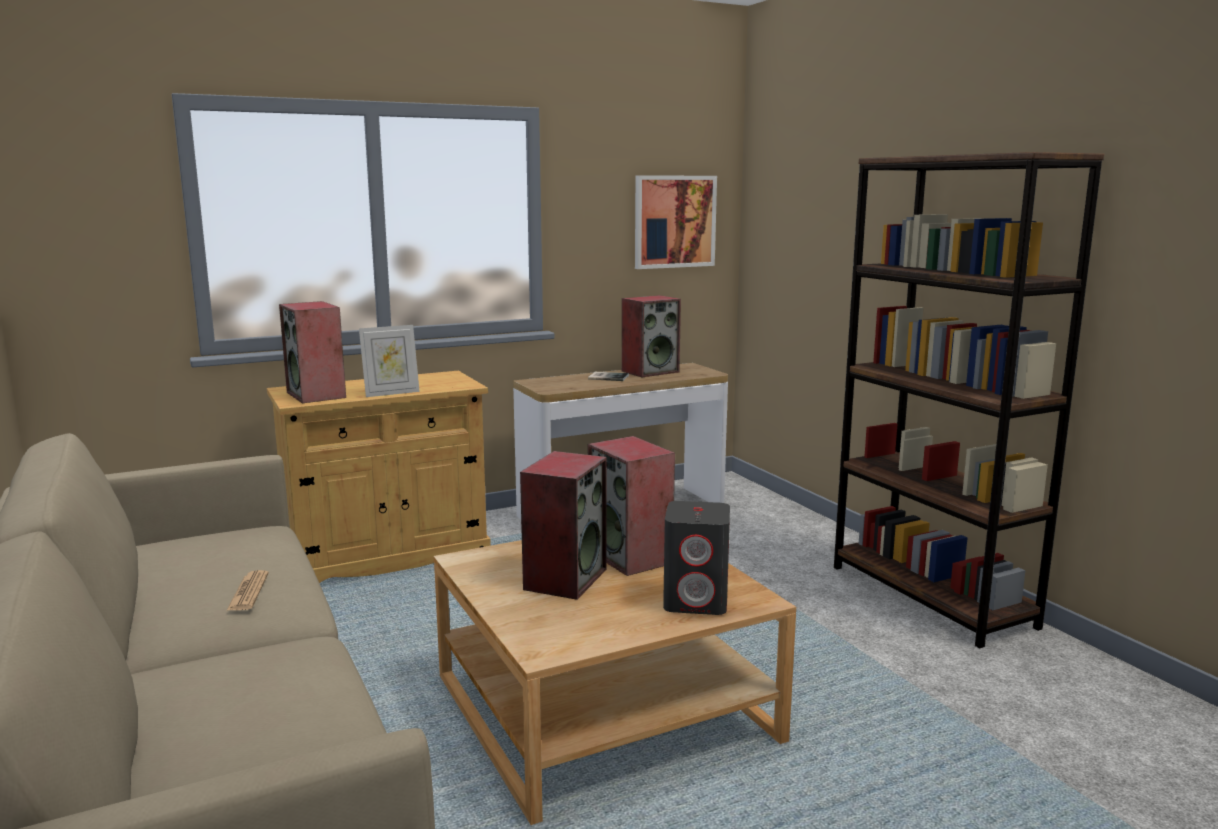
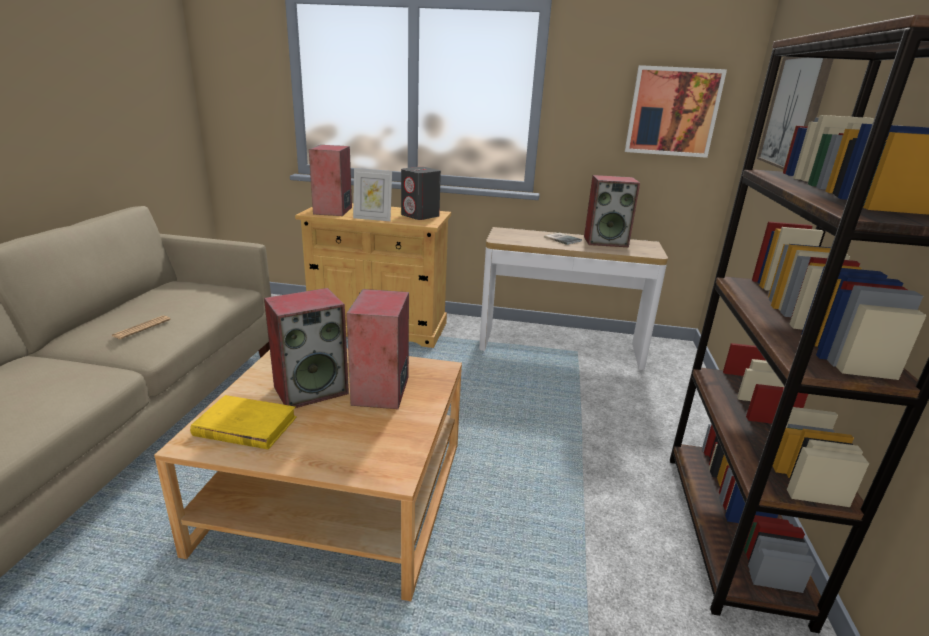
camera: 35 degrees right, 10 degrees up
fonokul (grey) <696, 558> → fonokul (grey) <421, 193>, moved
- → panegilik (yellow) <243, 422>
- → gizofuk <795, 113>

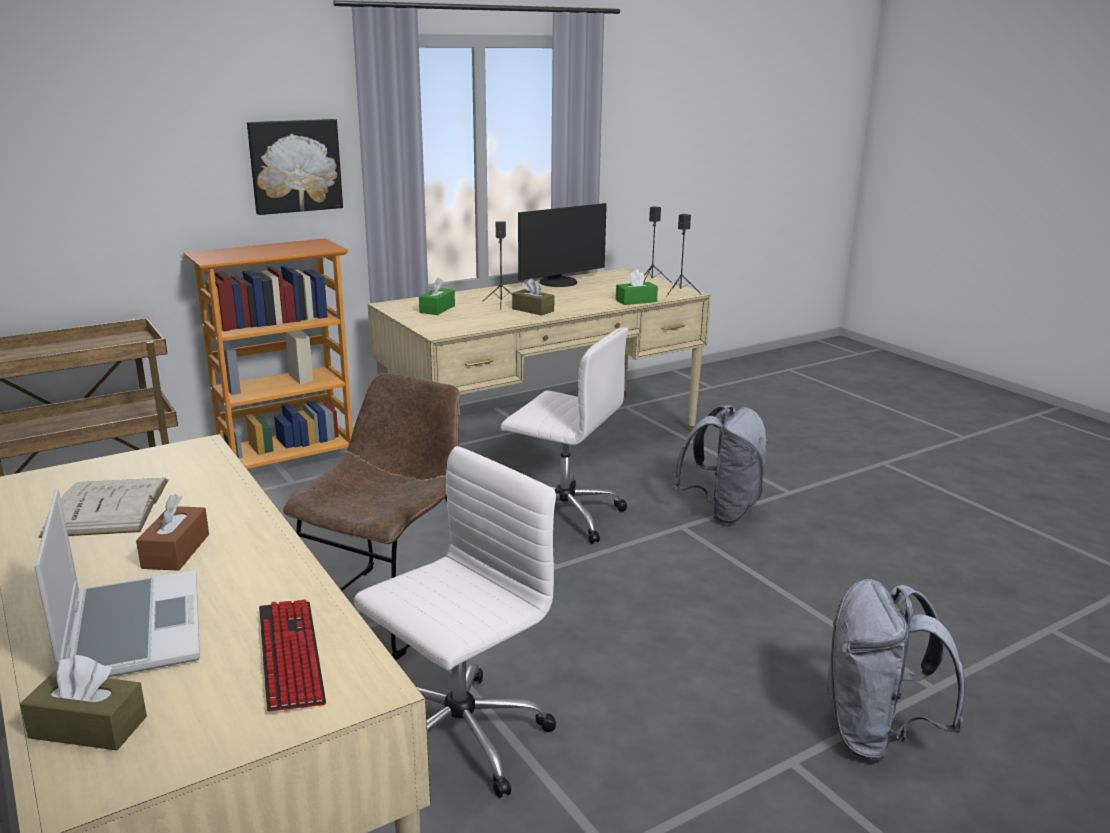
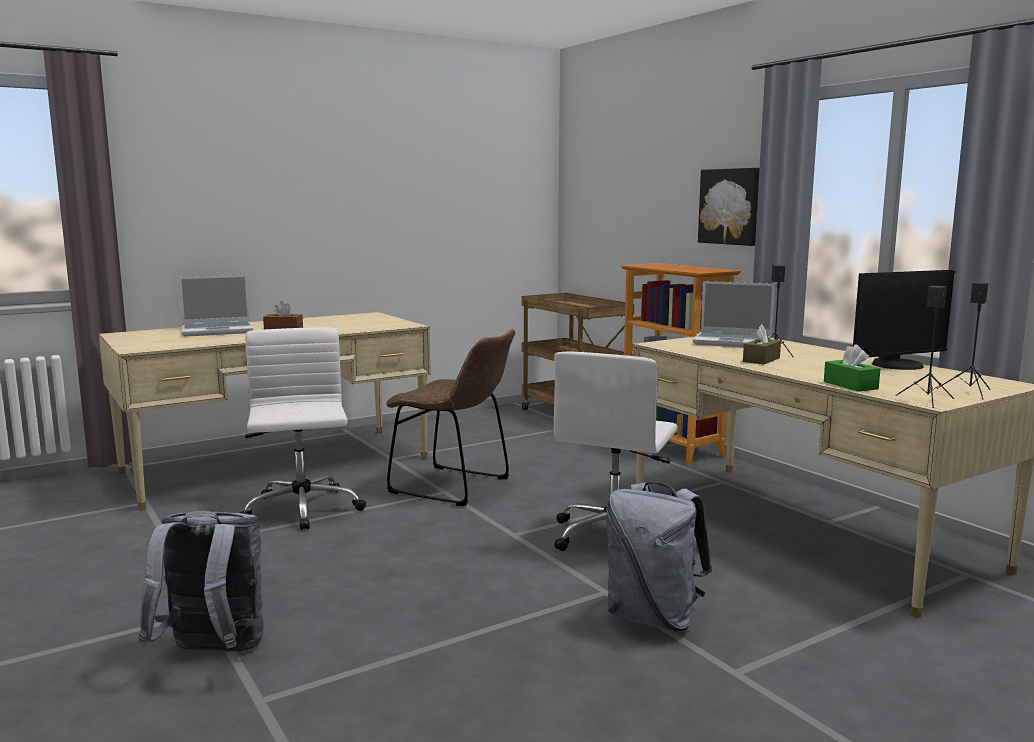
camera: 90 degrees right, 10 degrees down
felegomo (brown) <83, 702> → -
panegilik (white) <103, 508> → -
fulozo <292, 655> → -
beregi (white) <455, 622> → beregi (white) <302, 428>, 150 degrees counterclockwise
felegomo (green) <437, 296> → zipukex <734, 314>
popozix <562, 245> → popozix <904, 320>, 75 degrees counterclockwise

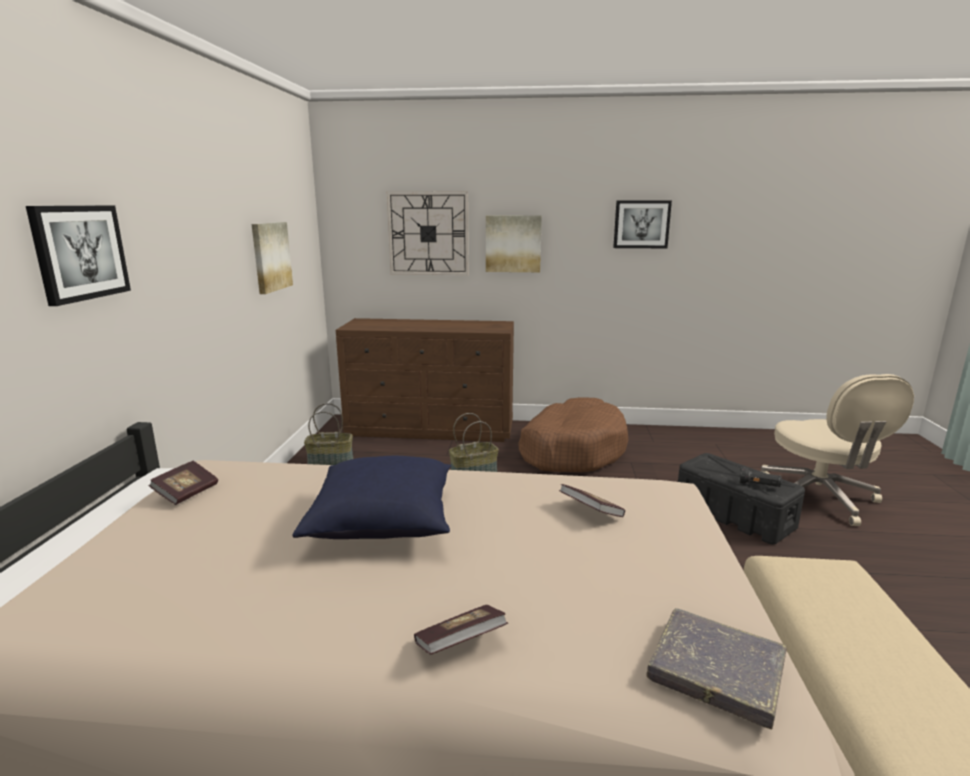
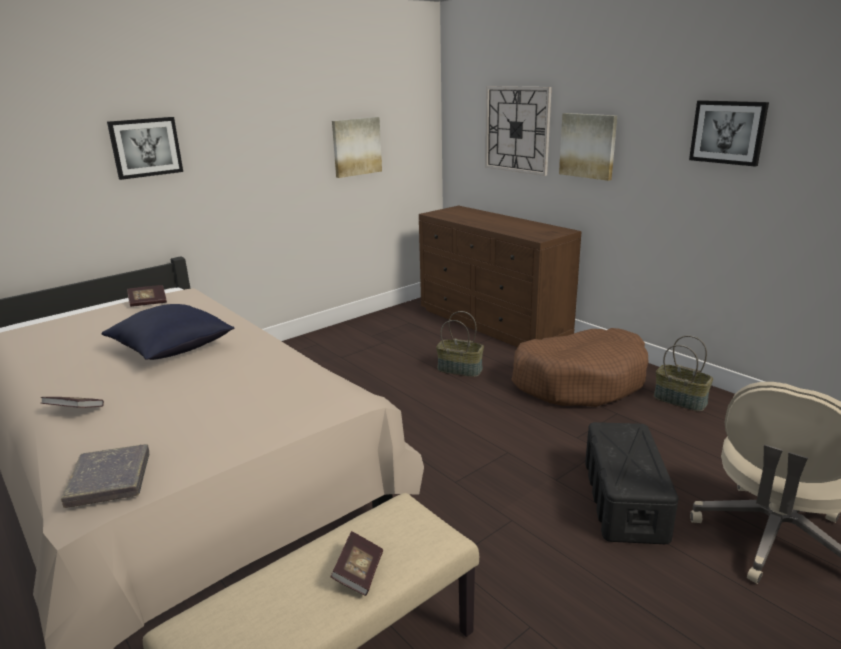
camera: 45 degrees right, 5 degrees up
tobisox <328, 434> → tobisox <683, 373>, moved
panegilik <592, 500> → panegilik <357, 563>, moved
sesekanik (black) <760, 477> → -

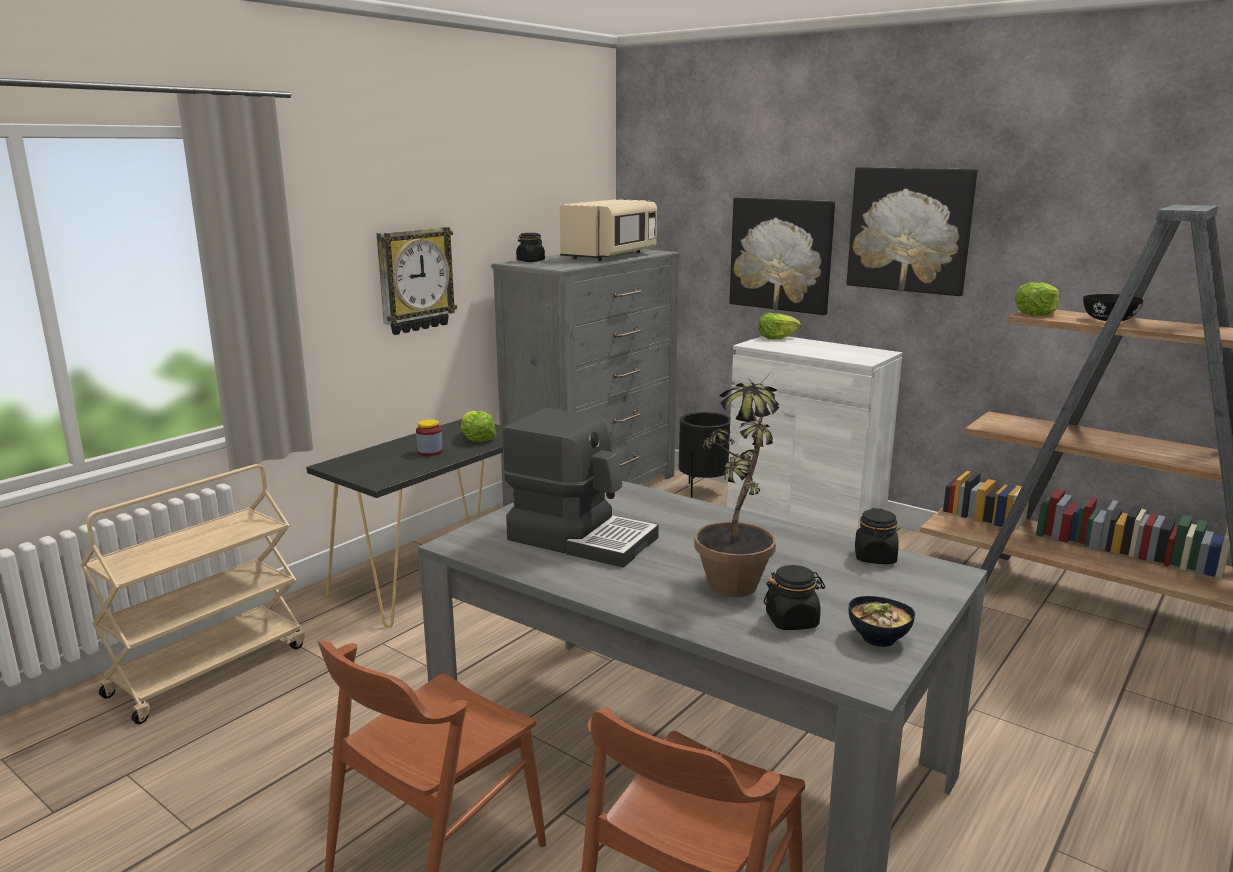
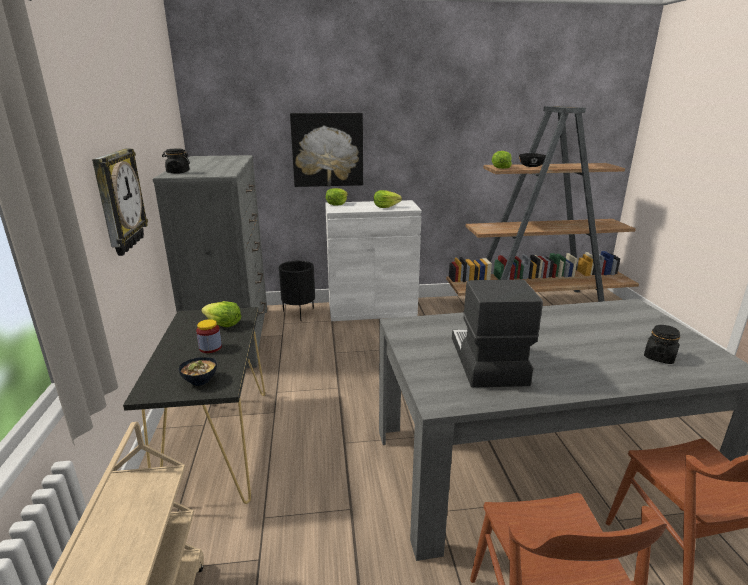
camera: 45 degrees left, 5 degrees up
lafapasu <580, 488> → lafapasu <497, 334>, 75 degrees counterclockwise
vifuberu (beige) <608, 230> → -
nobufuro <736, 487> → -
gizofuk <911, 231> → -
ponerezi <881, 621> → ponerezi <198, 371>, moved
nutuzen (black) <877, 536> → -
- → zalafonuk <388, 199>

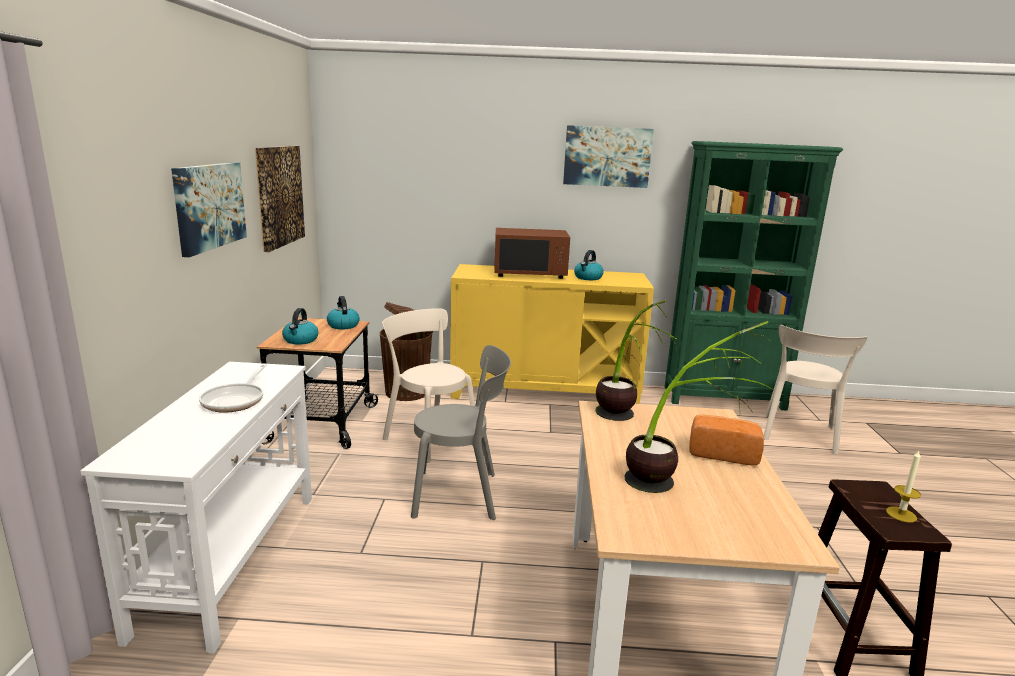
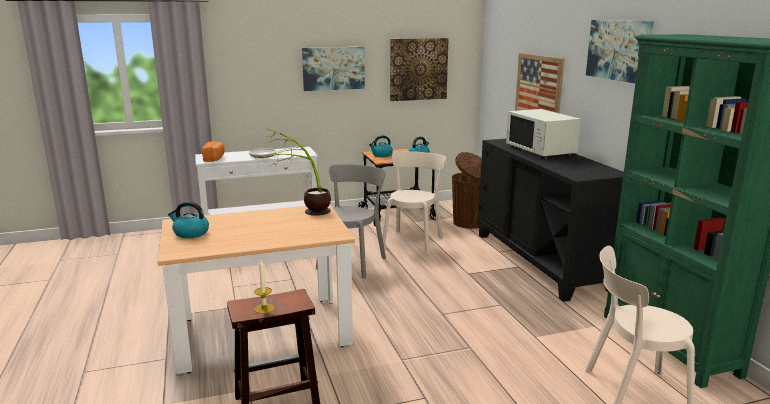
camera: 70 degrees right, 0 degrees up
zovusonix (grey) <461, 432> → zovusonix (grey) <351, 221>, 135 degrees counterclockwise
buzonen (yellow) <552, 334> → buzonen (black) <551, 220>
vifuberu (brown) <532, 253> → vifuberu (white) <543, 134>
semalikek <589, 265> → semalikek <188, 220>, moved
nobufuro <698, 407> → -
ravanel <726, 440> → ravanel <213, 151>, moved
- → gizofuk <539, 83>

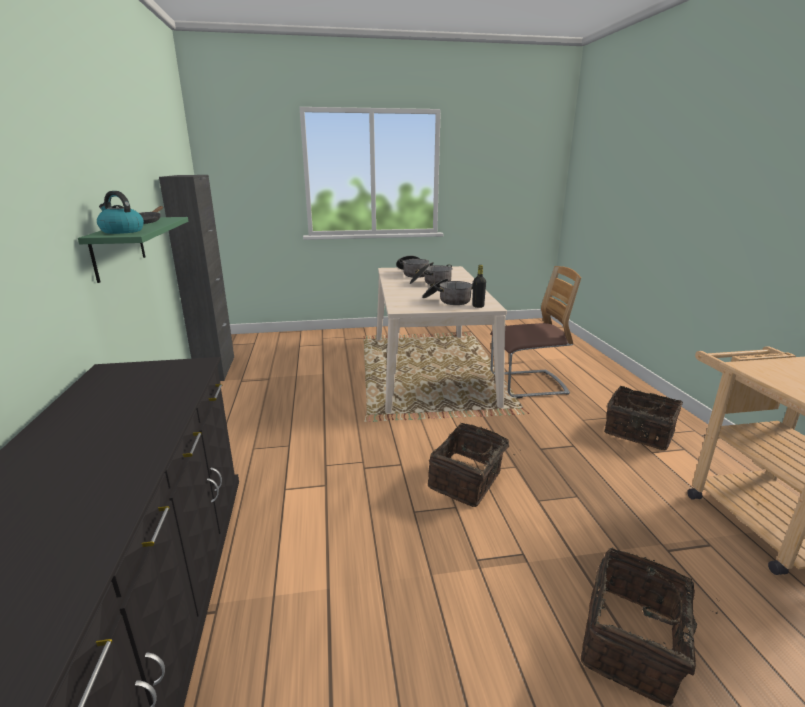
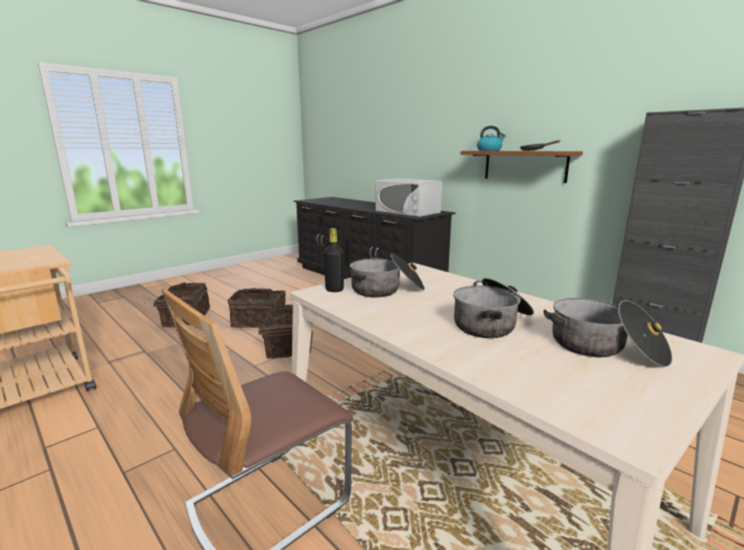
camera: 145 degrees right, 5 degrees down
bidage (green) <133, 250> → bidage (brown) <522, 167>
tobisox <643, 418> → tobisox <257, 308>, moved
- → vifuberu (white) <409, 197>

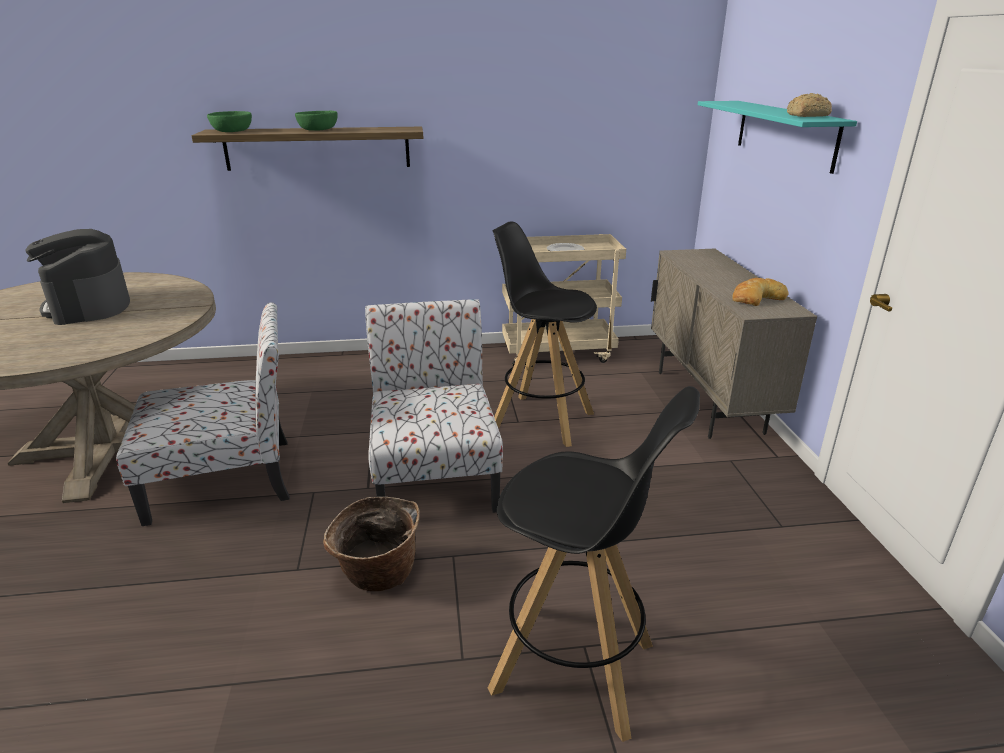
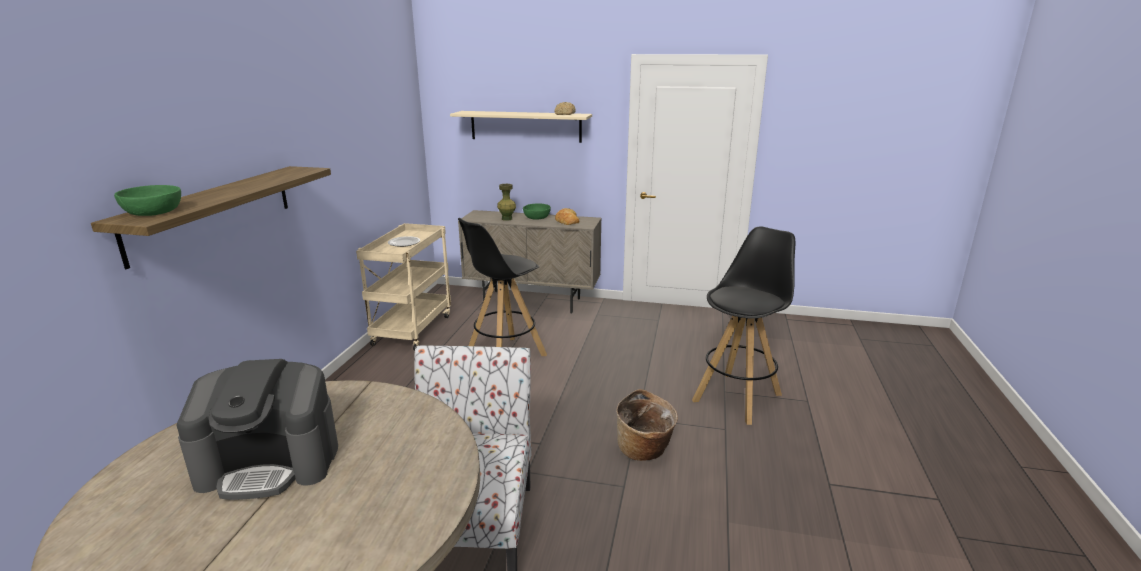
camera: 70 degrees left, 5 degrees down
ponerezi (green) <316, 121> → ponerezi (green) <537, 212>, moved
zovusonix <434, 406> → -
bidage (turquoise) <777, 137> → bidage (beige) <521, 127>
- → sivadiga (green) <506, 202>

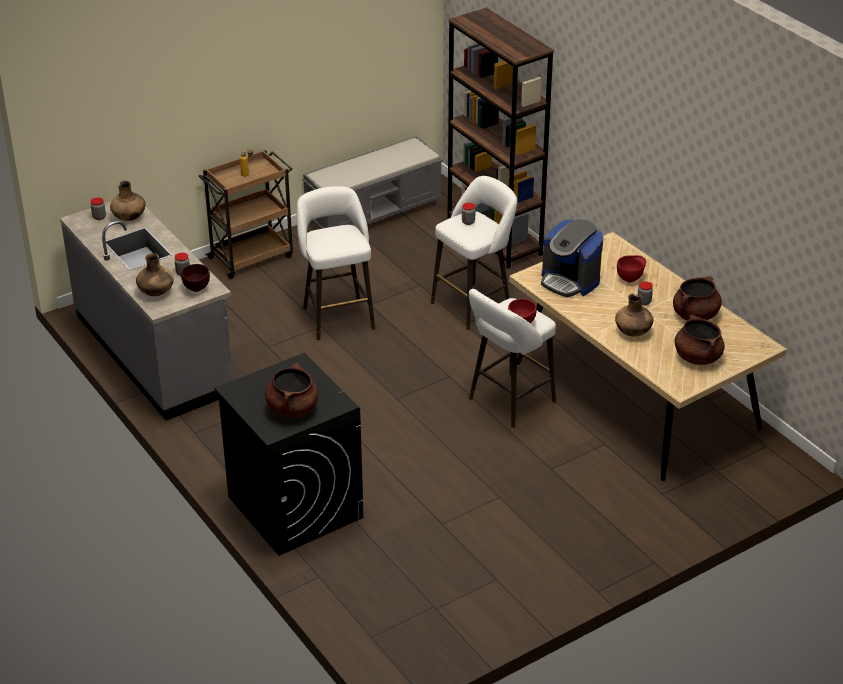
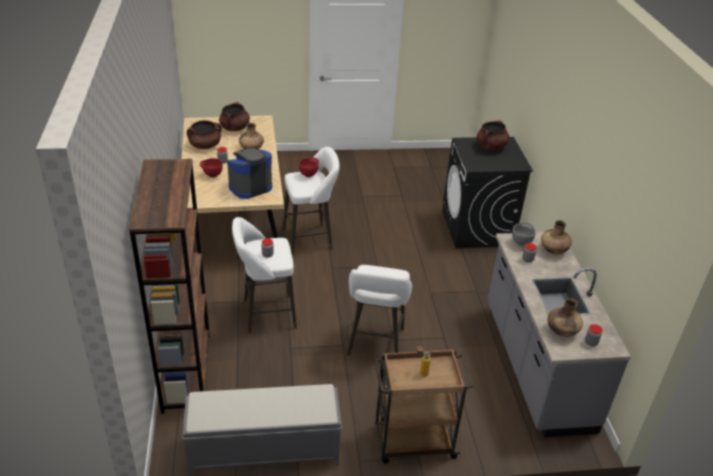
camera: 155 degrees left, 0 degrees up
ponerezi (brown) <195, 278> → ponerezi (grey) <524, 234>
lafapasu <572, 258> → lafapasu <249, 173>, 105 degrees counterclockwise

